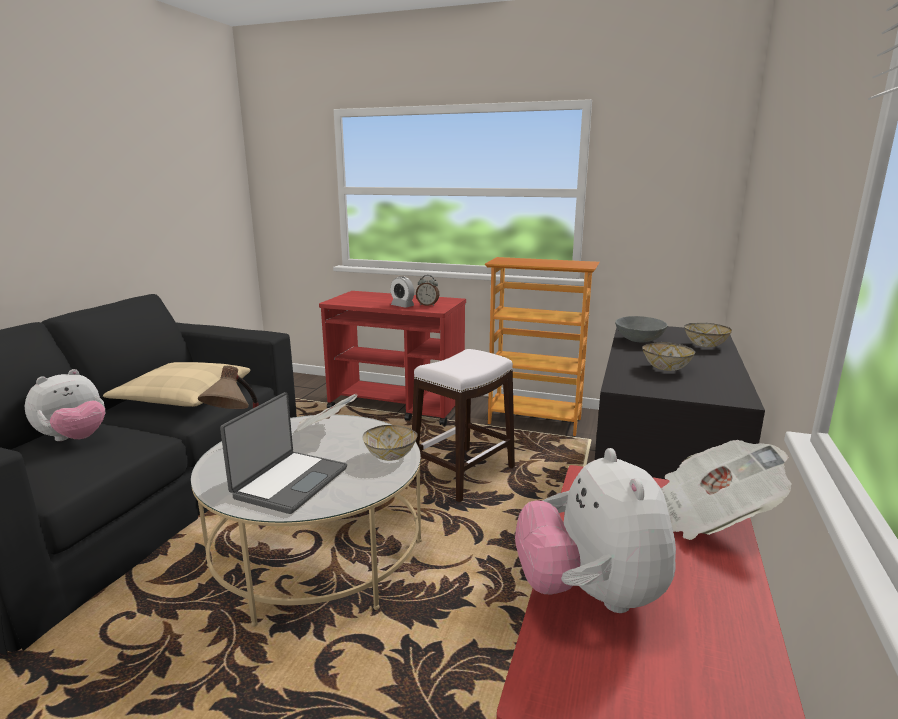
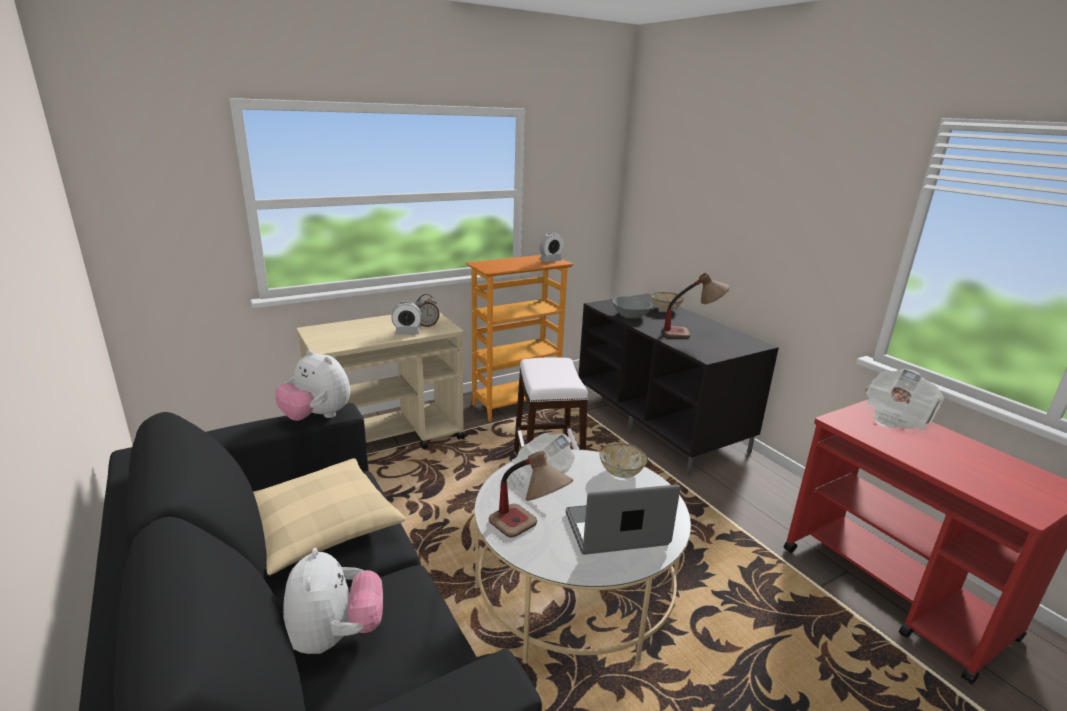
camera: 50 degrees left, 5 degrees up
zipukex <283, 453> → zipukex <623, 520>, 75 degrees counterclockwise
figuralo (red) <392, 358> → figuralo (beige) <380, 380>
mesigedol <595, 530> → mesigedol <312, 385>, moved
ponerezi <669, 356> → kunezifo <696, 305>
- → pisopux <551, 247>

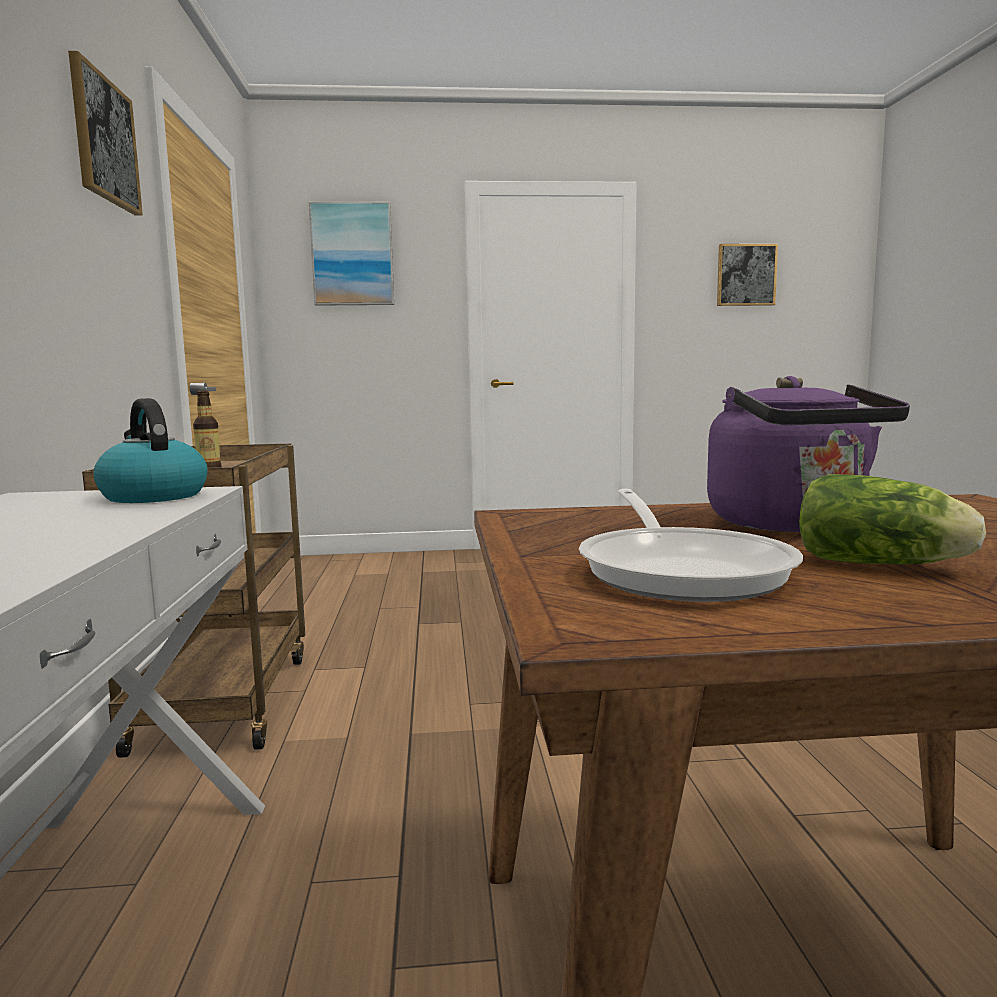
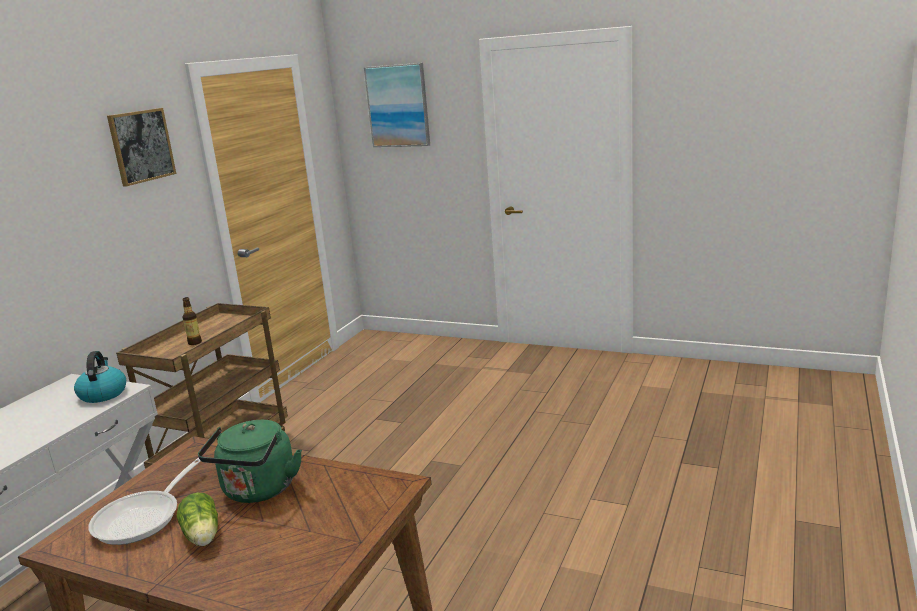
camera: 30 degrees right, 10 degrees up
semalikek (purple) <808, 454> → semalikek (green) <250, 461>
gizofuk <747, 275> → -

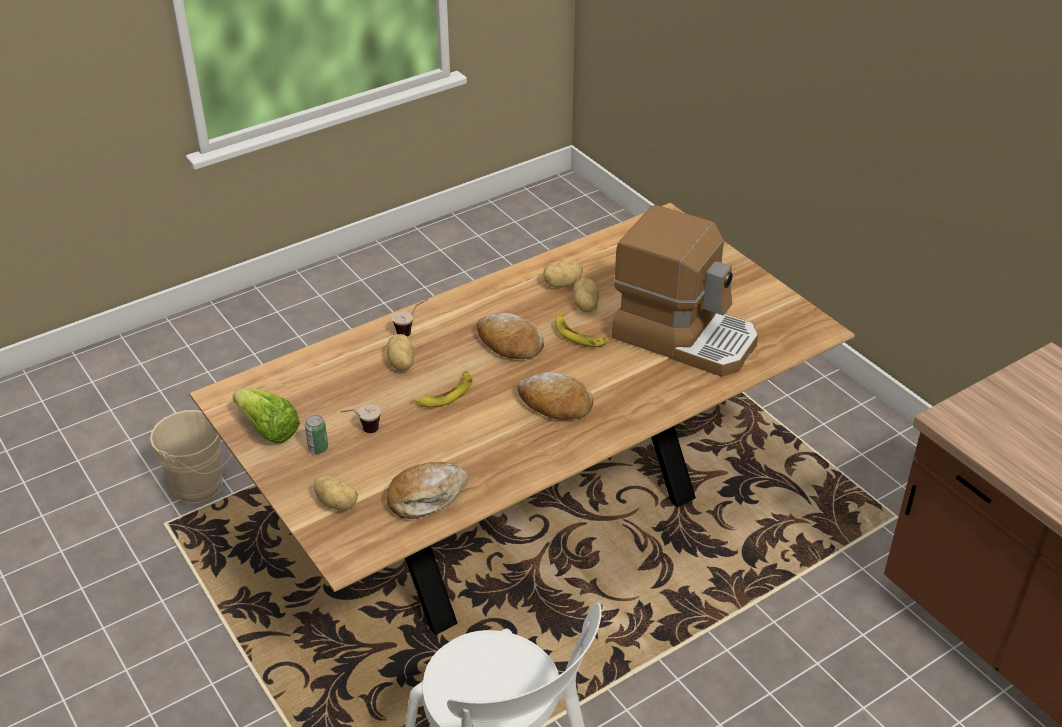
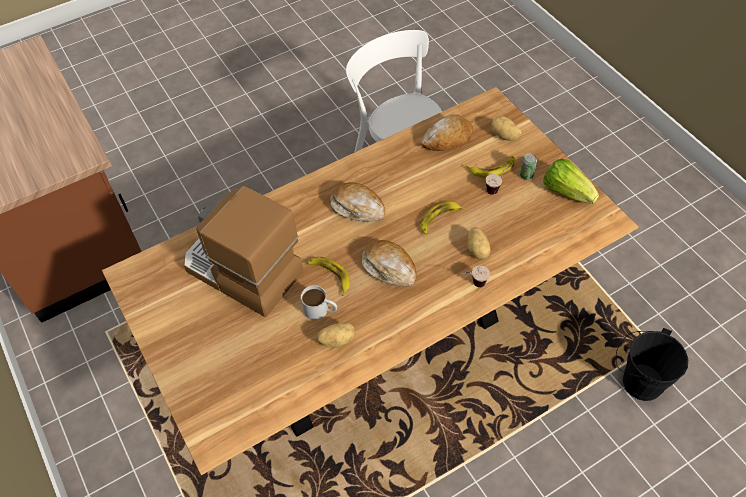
camera: 175 degrees left, 15 degrees up
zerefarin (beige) <191, 456> → zerefarin (black) <652, 364>
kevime <586, 295> → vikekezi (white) <319, 302>
- → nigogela <490, 166>

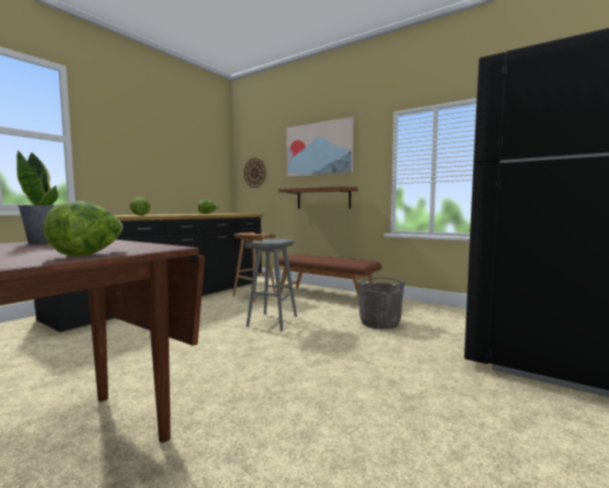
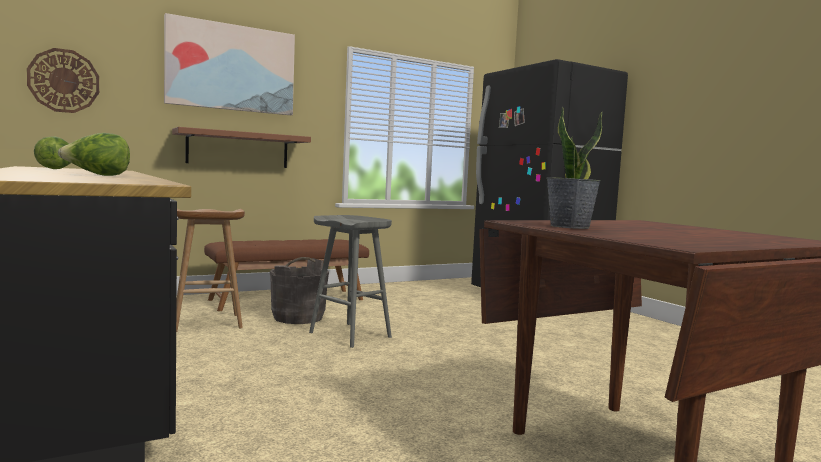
camera: 65 degrees left, 0 degrees up
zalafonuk <83, 228> → -
zerefarin (grey) <381, 303> → zerefarin (grey) <299, 290>, moved

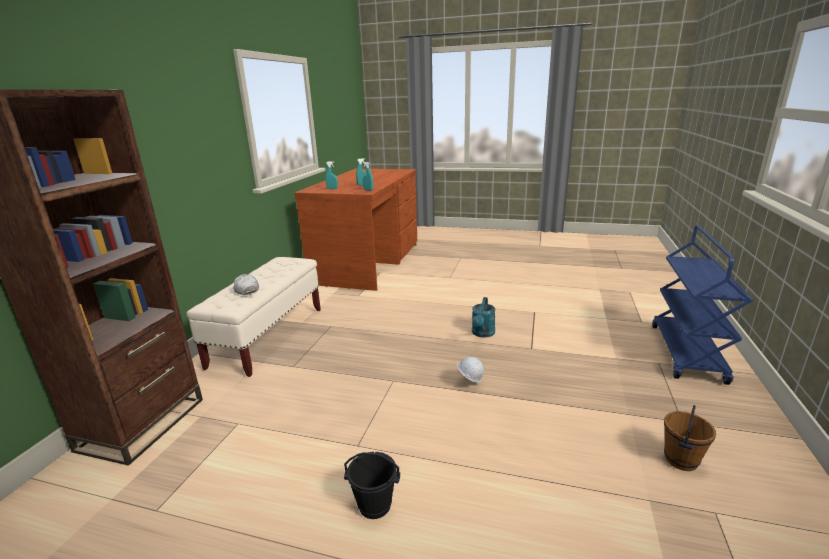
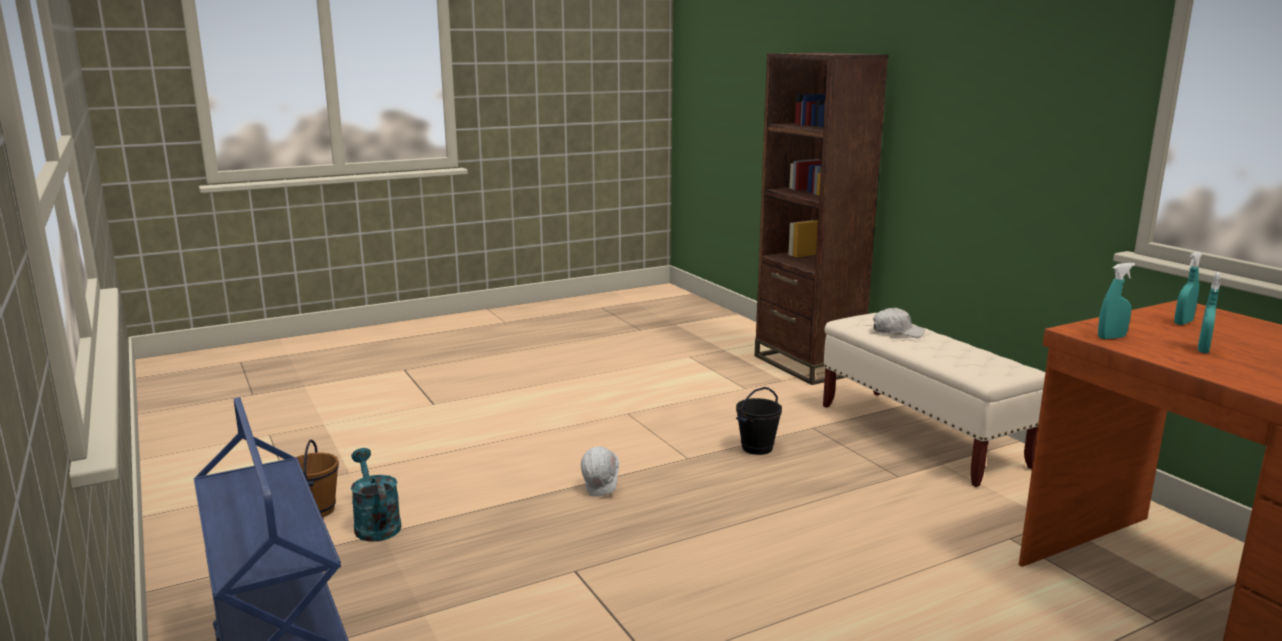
camera: 135 degrees right, 5 degrees down
zerefarin (black) <372, 485> → zerefarin (black) <759, 421>, moved
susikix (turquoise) <484, 317> → susikix (turquoise) <376, 495>, moved

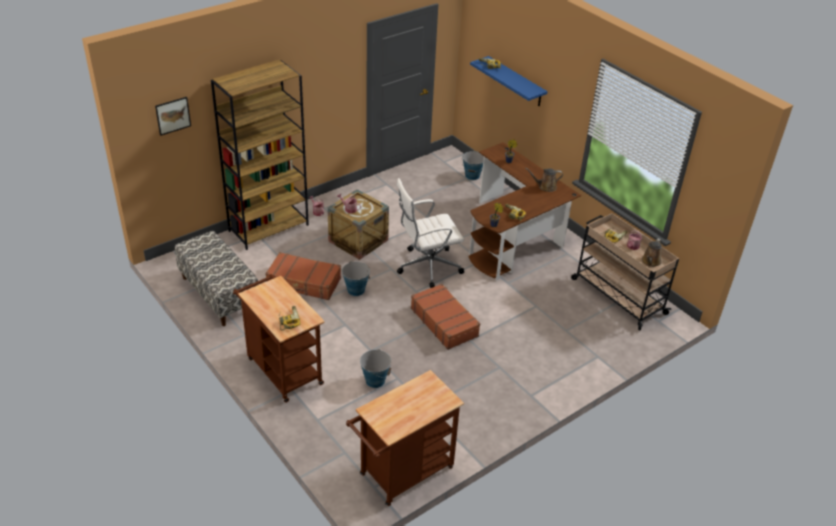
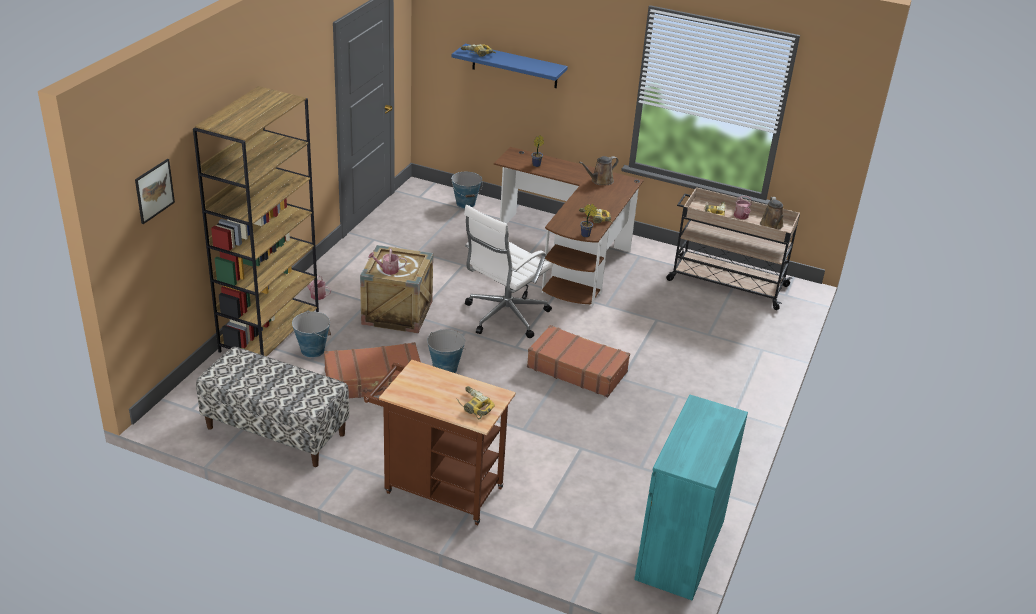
camera: 30 degrees left, 5 degrees down
figuralo (brown) <405, 438> → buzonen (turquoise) <691, 497>
zerefarin <375, 368> → zerefarin <311, 334>, moved

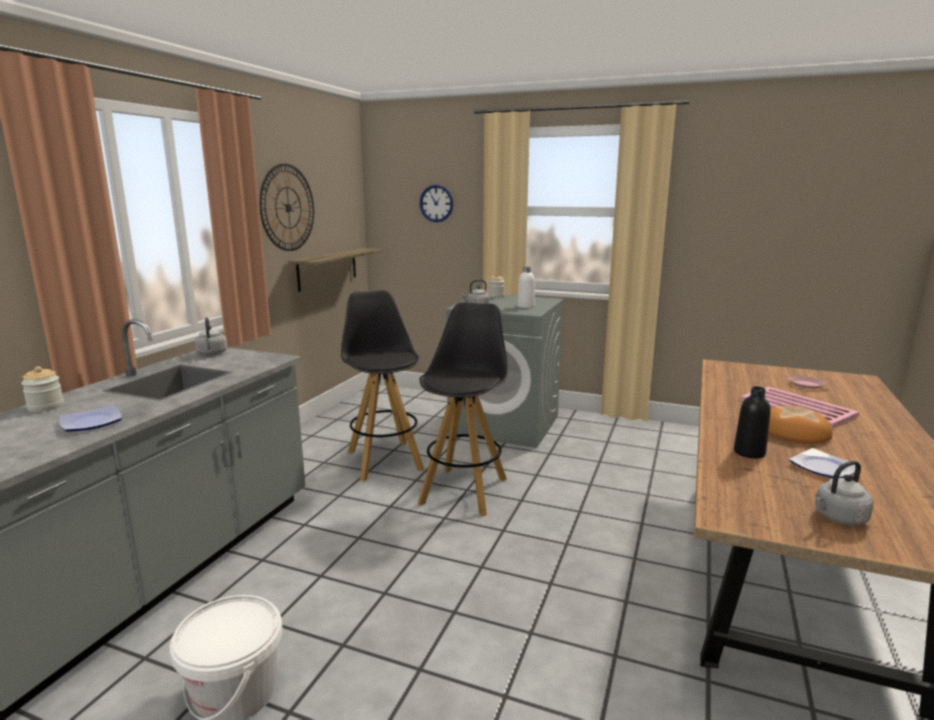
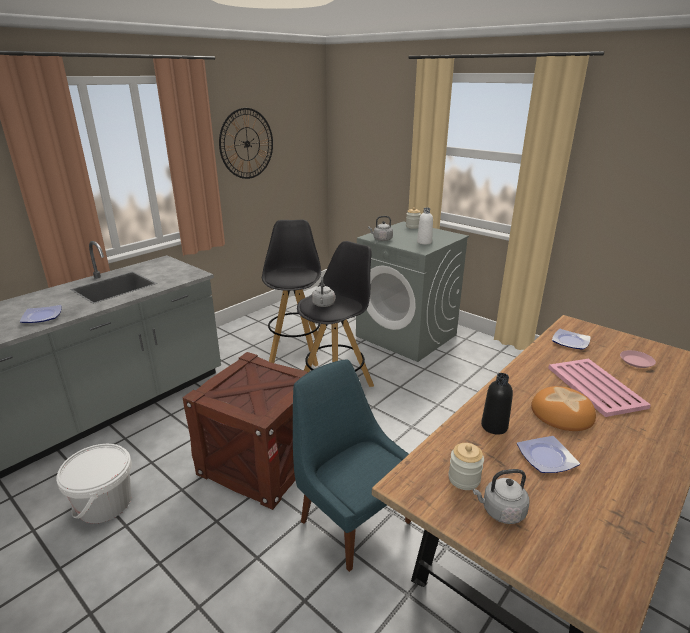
camera: 20 degrees right, 10 degrees up
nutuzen <42, 389> → nutuzen <466, 466>, moved
semalikek (grey) <211, 336> → semalikek (grey) <323, 292>, moved
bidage <335, 270> → -
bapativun <436, 203> → -
- → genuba <245, 431>
- → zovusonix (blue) <352, 465>
- → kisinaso <571, 339>

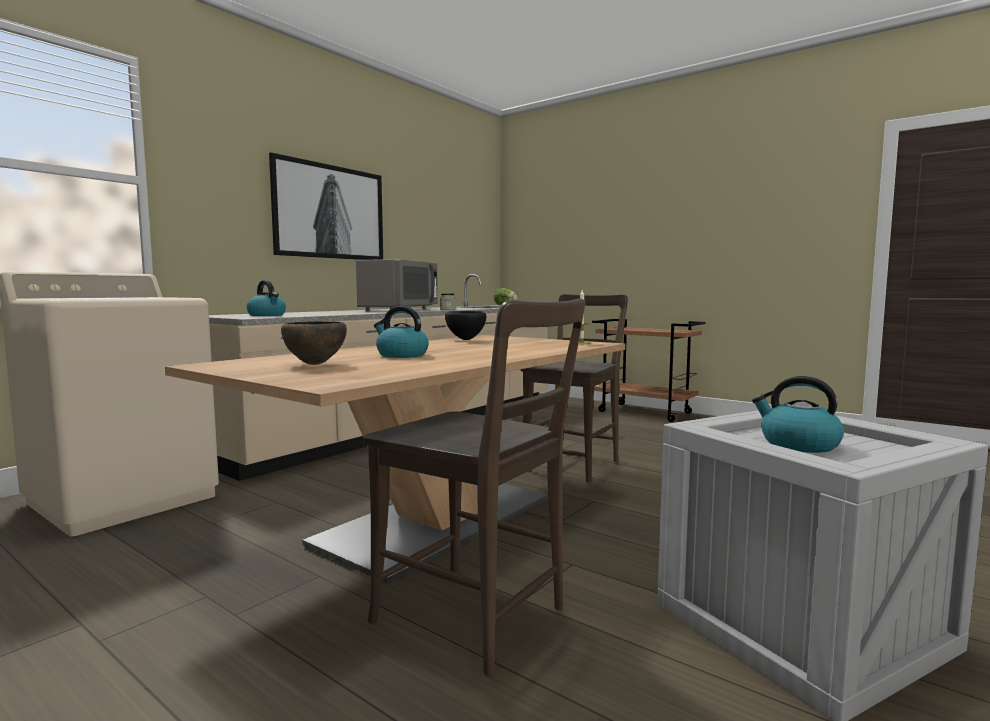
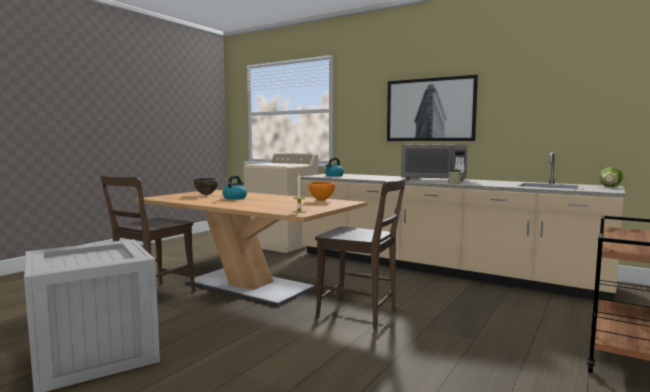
camera: 85 degrees right, 0 degrees up
ponerezi (black) <465, 325> → ponerezi (orange) <322, 191>
semalikek <798, 414> → -

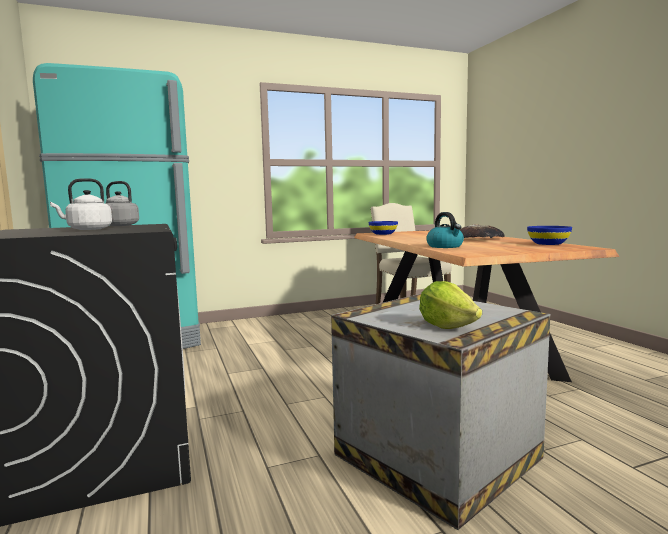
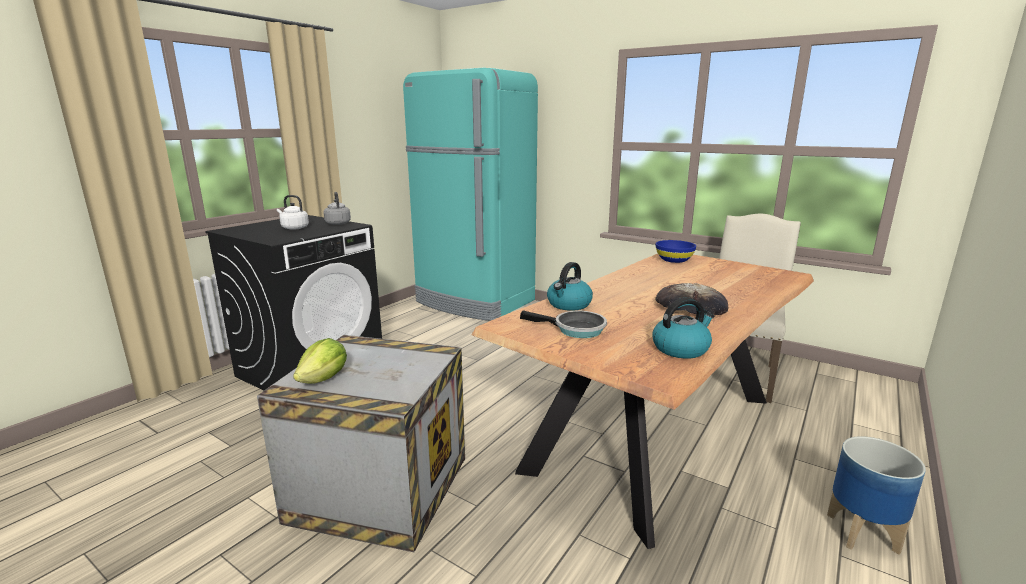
camera: 55 degrees right, 10 degrees up
ponerezi (blue) <549, 235> → semalikek <683, 328>
- → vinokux <563, 324>
- → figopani <876, 495>

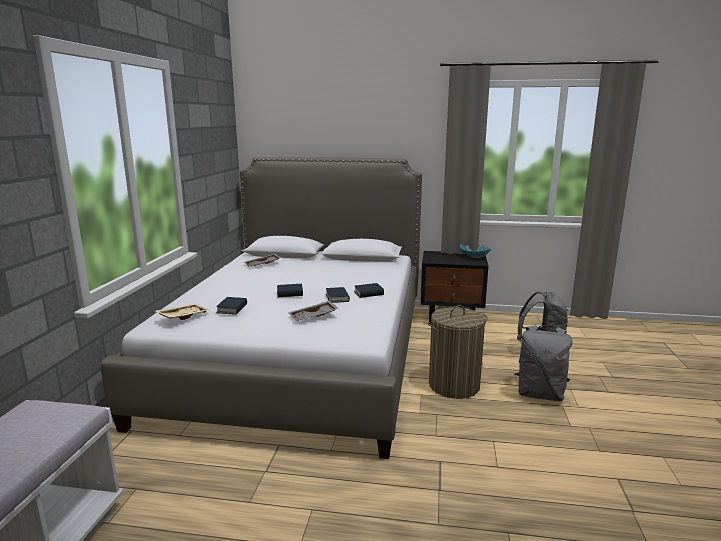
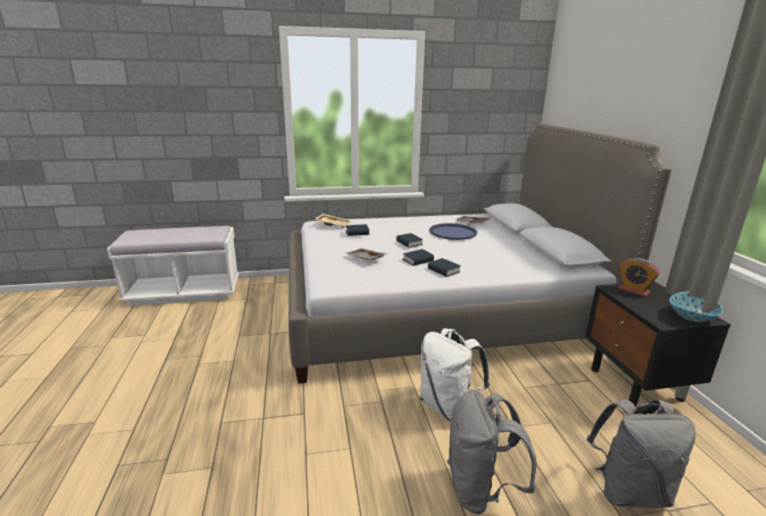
camera: 70 degrees right, 5 degrees up
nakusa <457, 352> → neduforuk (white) <455, 374>
- → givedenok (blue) <453, 231>
- → pisopux <639, 277>

